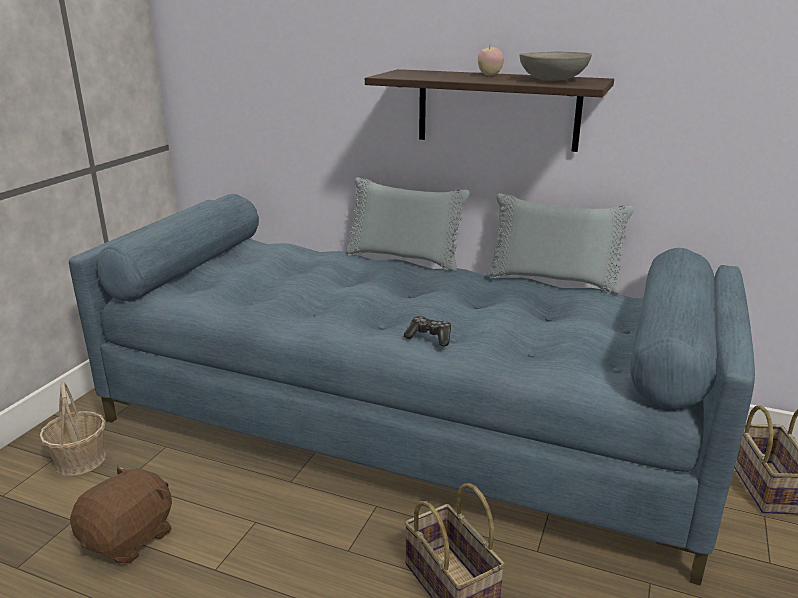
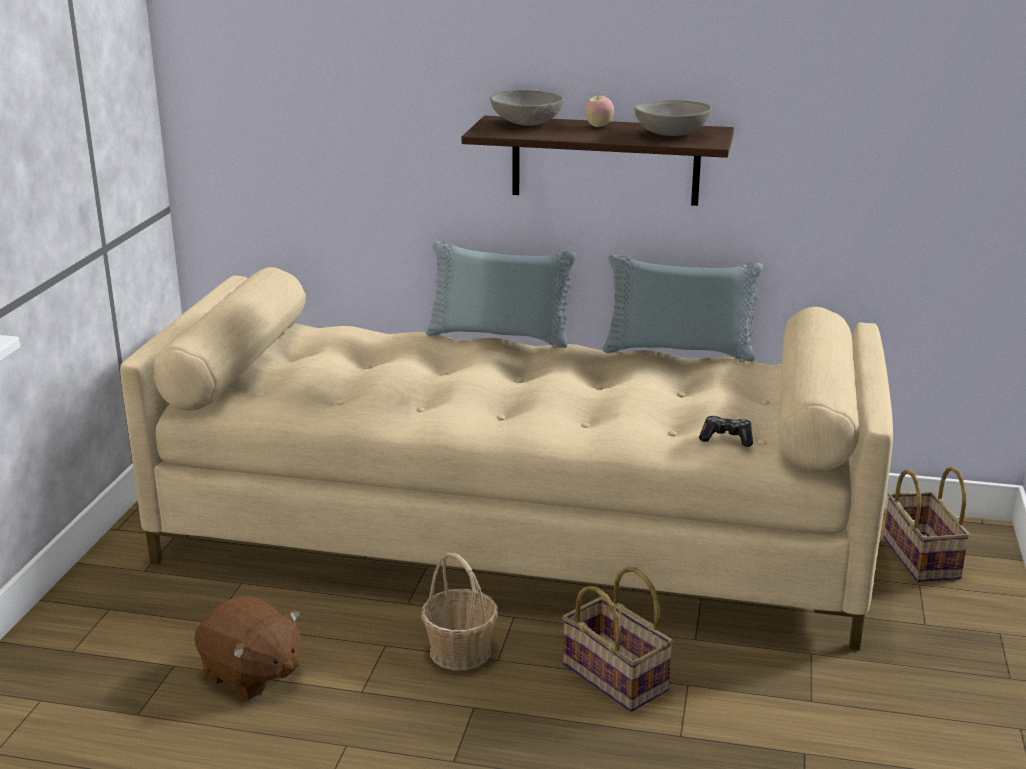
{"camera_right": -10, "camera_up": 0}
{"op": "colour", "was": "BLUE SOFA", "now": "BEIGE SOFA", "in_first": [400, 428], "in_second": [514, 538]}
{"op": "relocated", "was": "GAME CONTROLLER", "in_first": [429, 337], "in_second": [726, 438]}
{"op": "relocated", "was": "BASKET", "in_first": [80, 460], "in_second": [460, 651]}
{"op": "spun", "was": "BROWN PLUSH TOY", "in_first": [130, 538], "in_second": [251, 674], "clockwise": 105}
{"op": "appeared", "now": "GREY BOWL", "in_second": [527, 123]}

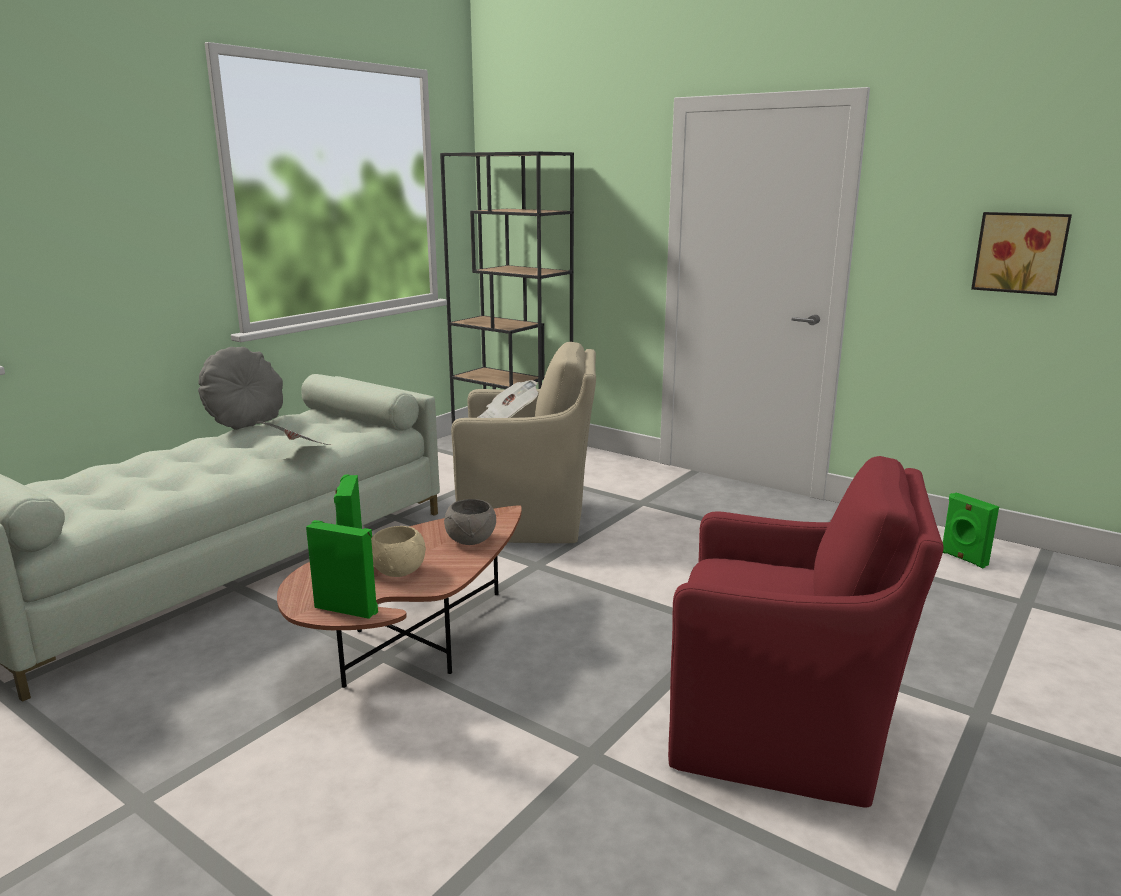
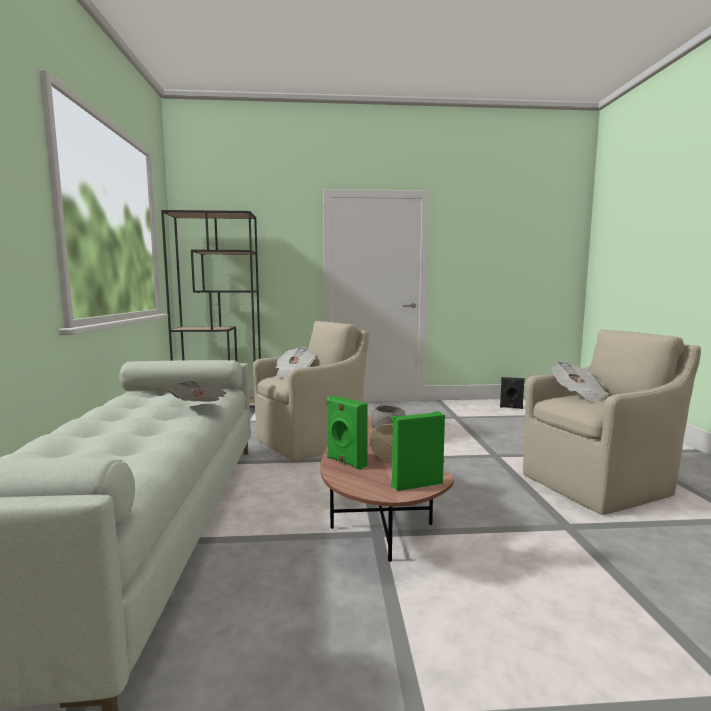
{"camera_right": -40, "camera_up": -10}
{"op": "missing", "was": "PICTURE", "in_first": [1020, 252]}
{"op": "missing", "was": "GREY PILLOW", "in_first": [246, 424]}
{"op": "colour", "was": "RED ARMCHAIR", "now": "BEIGE ARMCHAIR", "in_first": [782, 734], "in_second": [598, 484]}
{"op": "colour", "was": "GREEN SPEAKER", "now": "BLACK SPEAKER", "in_first": [963, 559], "in_second": [511, 407]}
{"op": "appeared", "now": "NEWSPAPER", "in_second": [578, 395]}

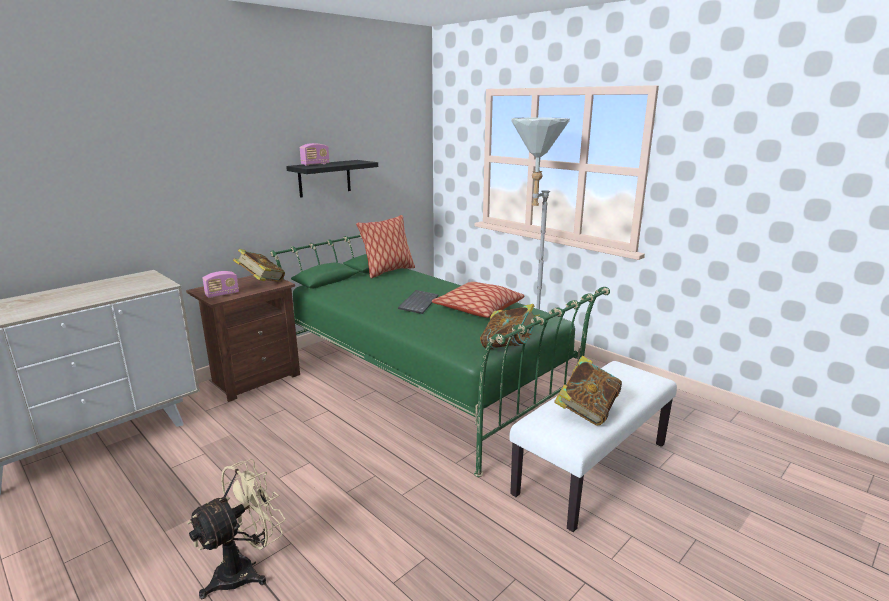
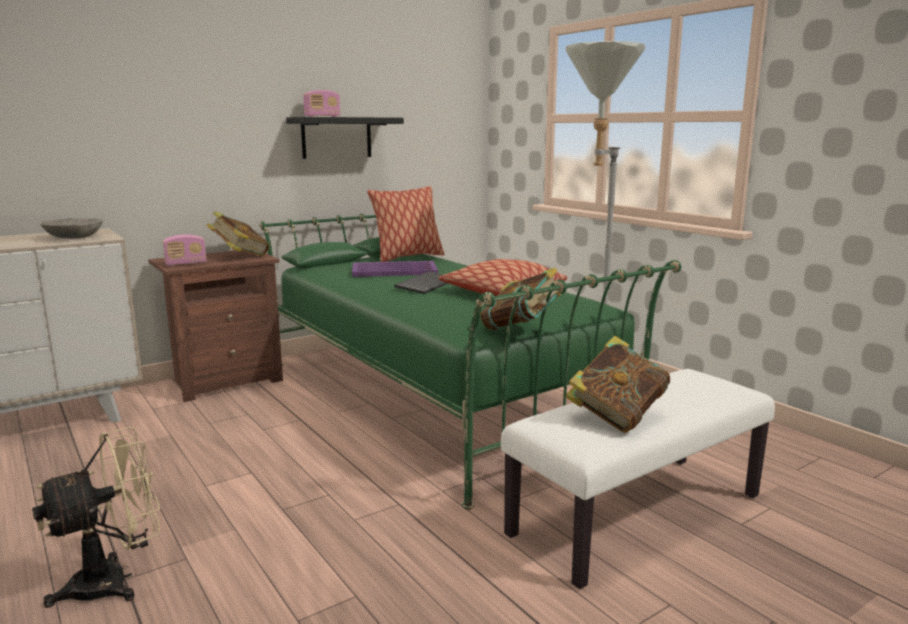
{"camera_right": 10, "camera_up": -5}
{"op": "appeared", "now": "GREY BOWL", "in_second": [73, 237]}
{"op": "appeared", "now": "PURPLE TRAY", "in_second": [395, 270]}

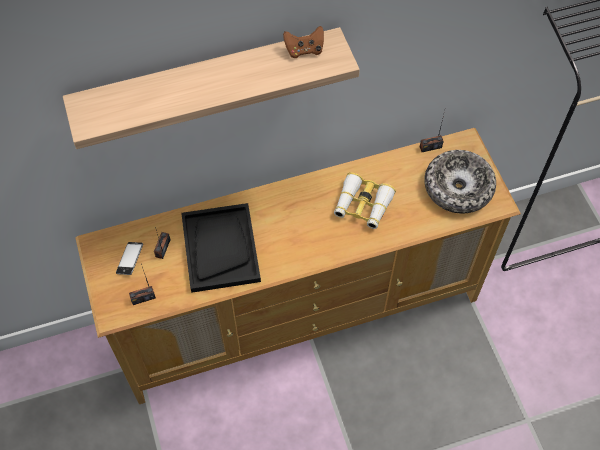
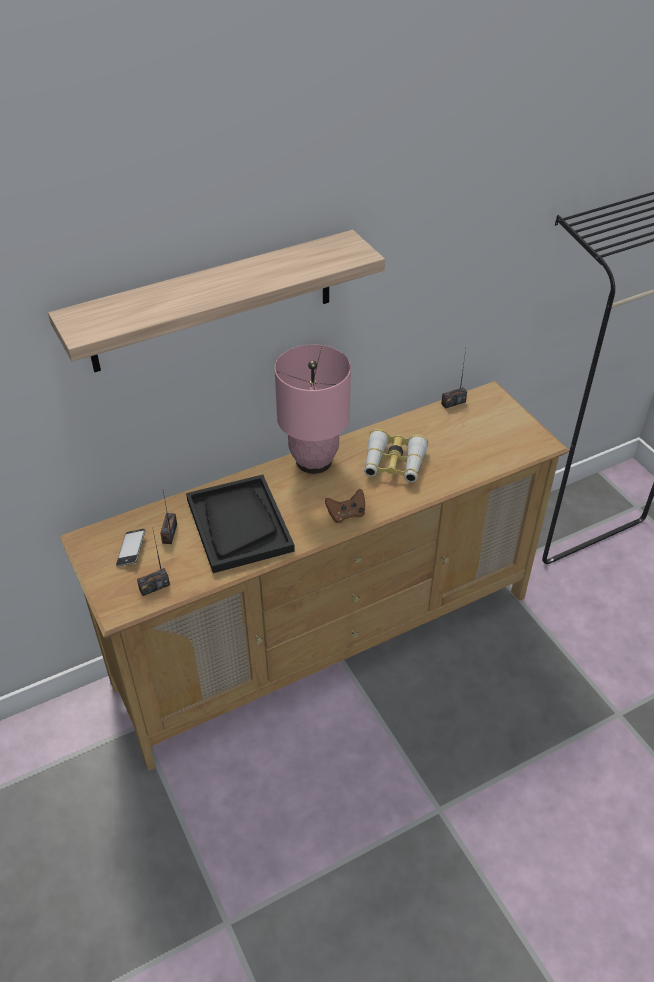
{"camera_right": -10, "camera_up": -15}
{"op": "relocated", "was": "BROWN GAME CONTROLLER", "in_first": [304, 50], "in_second": [346, 514]}
{"op": "missing", "was": "BOWL", "in_first": [458, 187]}
{"op": "appeared", "now": "PINK TABLE LAMP", "in_second": [313, 461]}

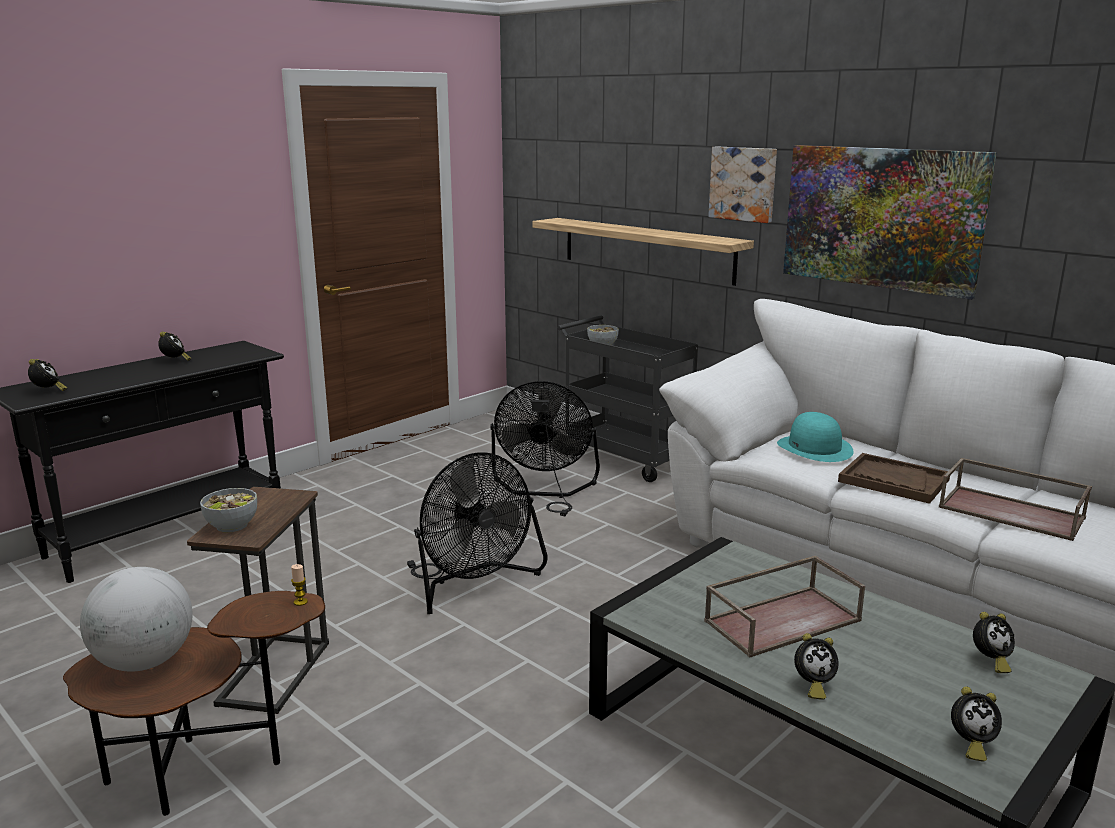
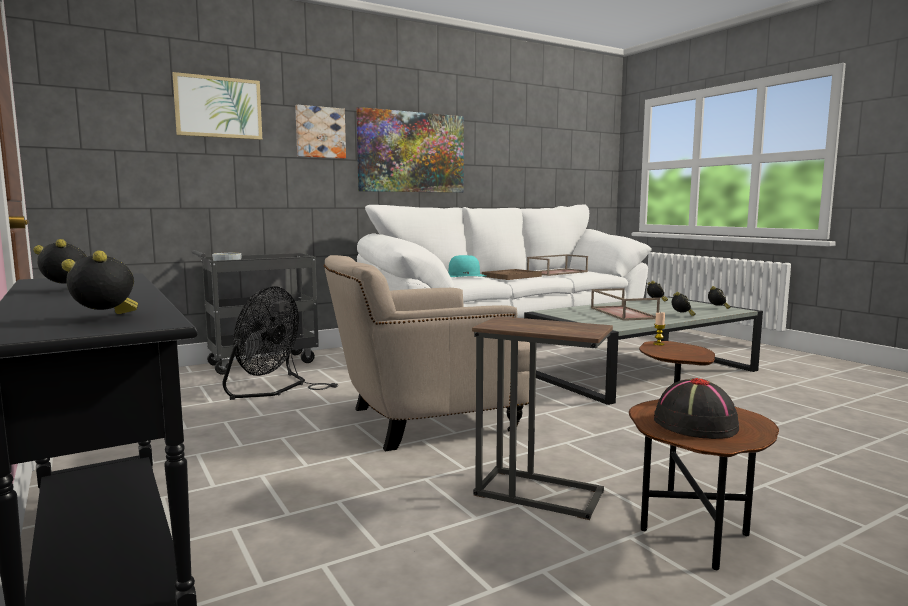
{"camera_right": -75, "camera_up": -10}
{"op": "missing", "was": "SHELF", "in_first": [646, 249]}
{"op": "exchanged", "was": "BLACK FAN", "now": "BEIGE ARMCHAIR", "in_first": [468, 584], "in_second": [424, 420]}
{"op": "missing", "was": "BOWL", "in_first": [232, 526]}
{"op": "exchanged", "was": "GLOBE", "now": "BLACK HAT", "in_first": [145, 662], "in_second": [694, 424]}
{"op": "appeared", "now": "PICTURE", "in_second": [218, 107]}

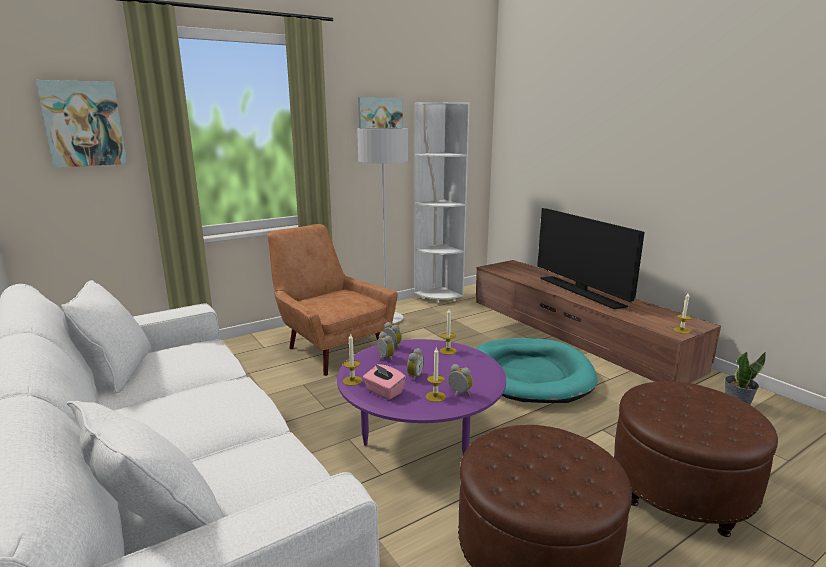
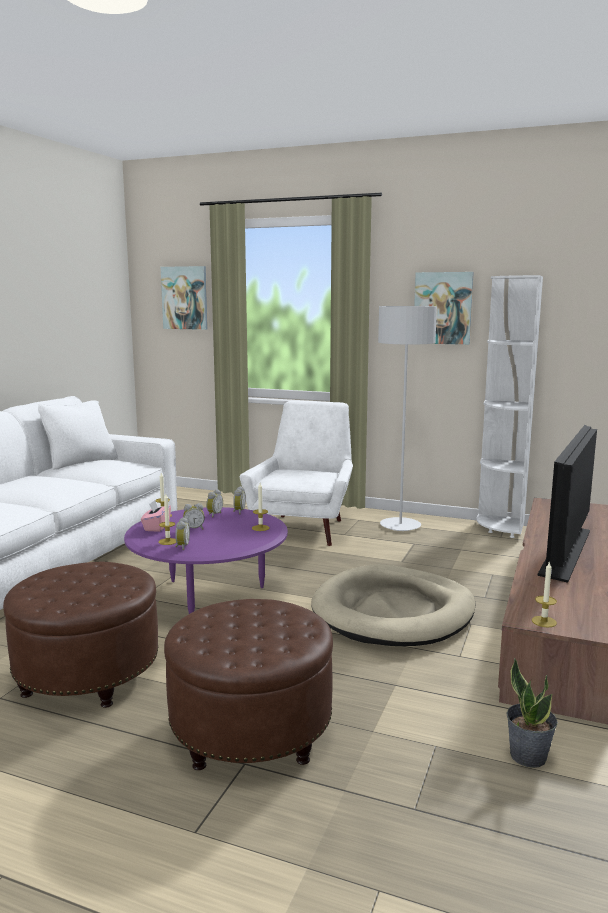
{"camera_right": 55, "camera_up": -5}
{"op": "colour", "was": "BROWN ARMCHAIR", "now": "WHITE ARMCHAIR", "in_first": [329, 348], "in_second": [304, 526]}
{"op": "colour", "was": "TURQUOISE DOG BED", "now": "BEIGE DOG BED", "in_first": [530, 374], "in_second": [393, 612]}

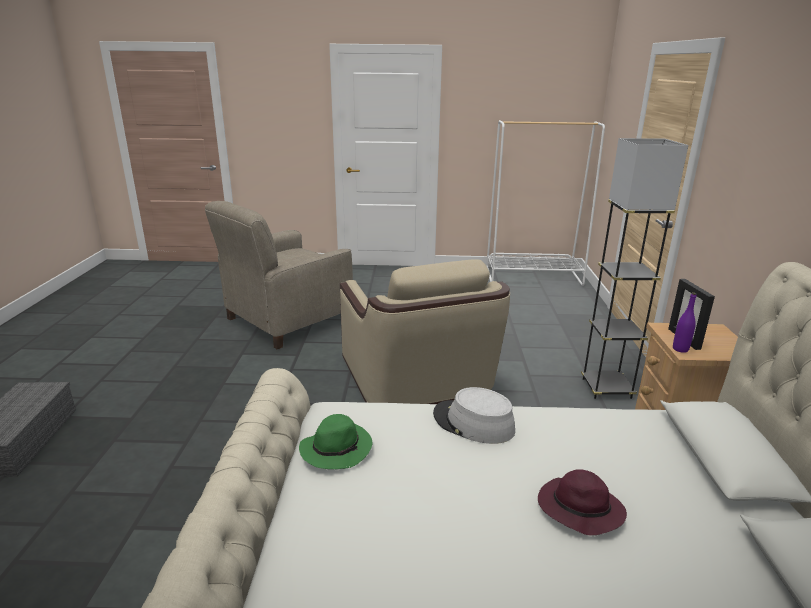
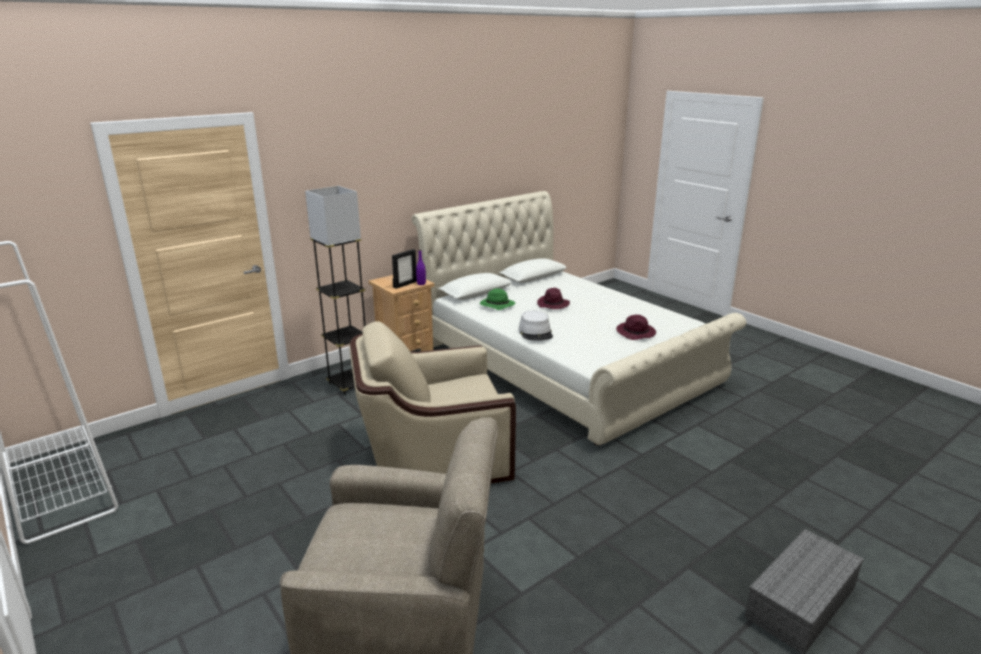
{"camera_right": -130, "camera_up": 0}
{"op": "spun", "was": "BEIGE ARMCHAIR", "in_first": [417, 380], "in_second": [431, 455], "clockwise": -135}
{"op": "relocated", "was": "GREEN HAT", "in_first": [337, 448], "in_second": [496, 305]}
{"op": "appeared", "now": "PURPLE HAT", "in_second": [636, 333]}

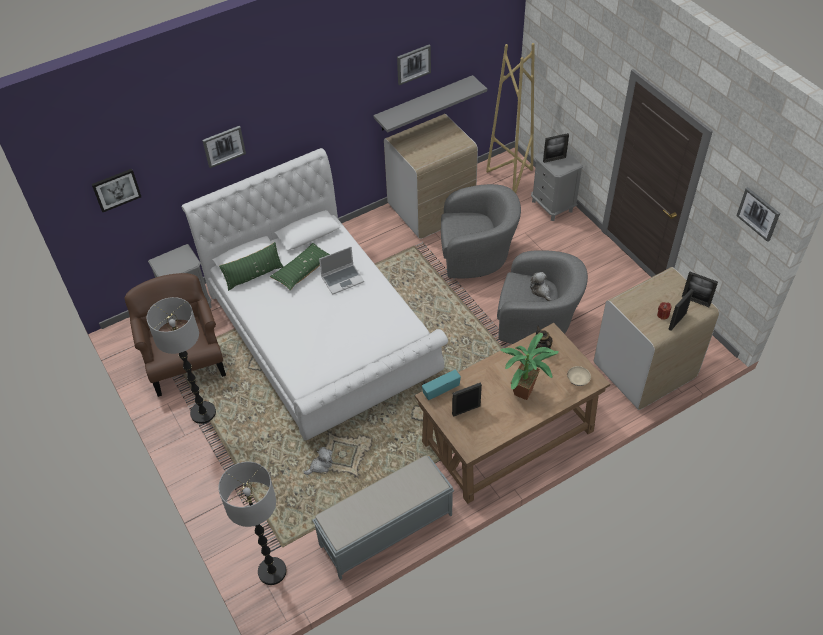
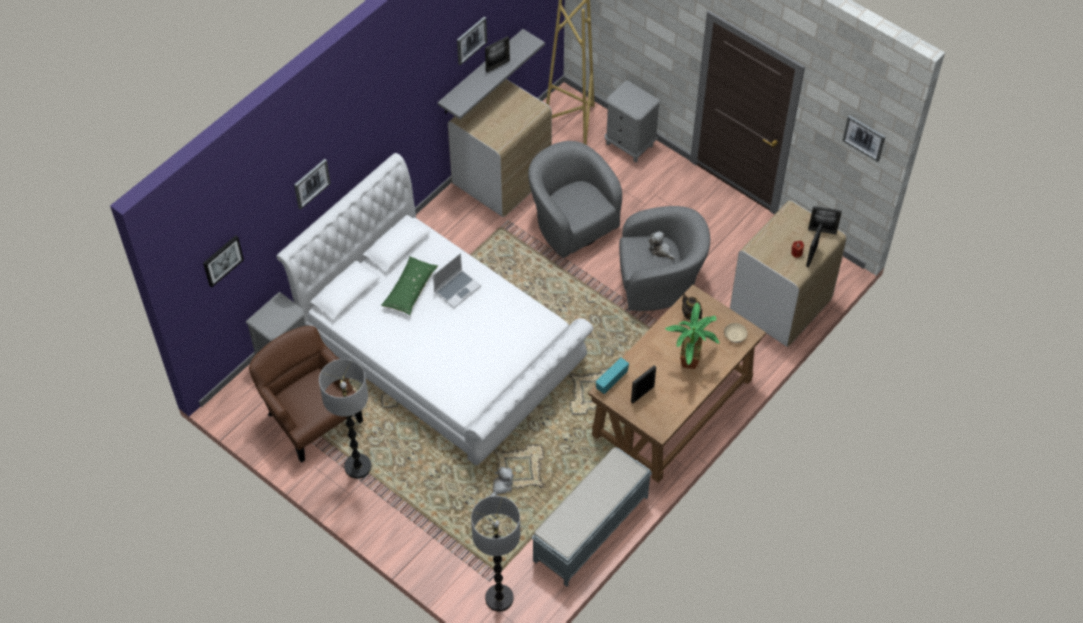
{"camera_right": -20, "camera_up": 5}
{"op": "relocated", "was": "PICTURE FRAME", "in_first": [554, 159], "in_second": [497, 66]}
{"op": "spun", "was": "GREY ARMCHAIR", "in_first": [477, 256], "in_second": [571, 223], "clockwise": -105}
{"op": "missing", "was": "GREEN PILLOW", "in_first": [254, 275]}

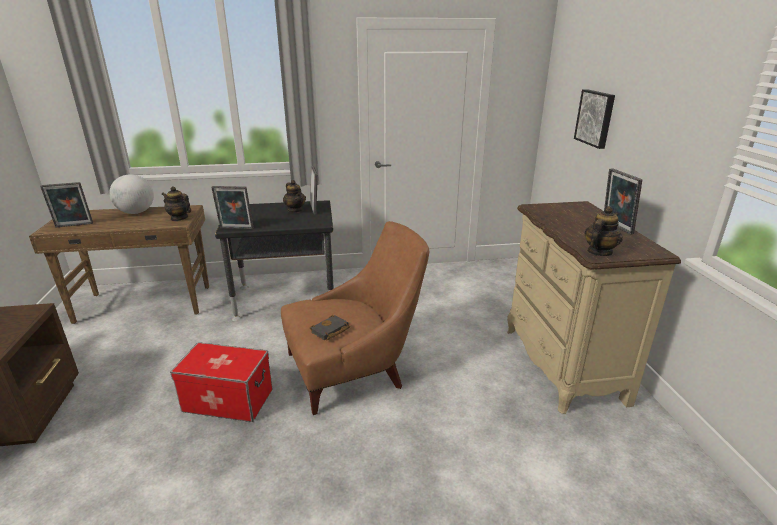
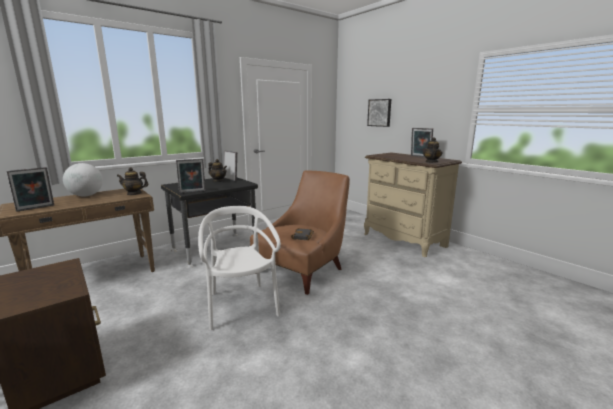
{"camera_right": -30, "camera_up": -10}
{"op": "exchanged", "was": "STORAGE BOX", "now": "WHITE CHAIR", "in_first": [228, 400], "in_second": [241, 305]}

